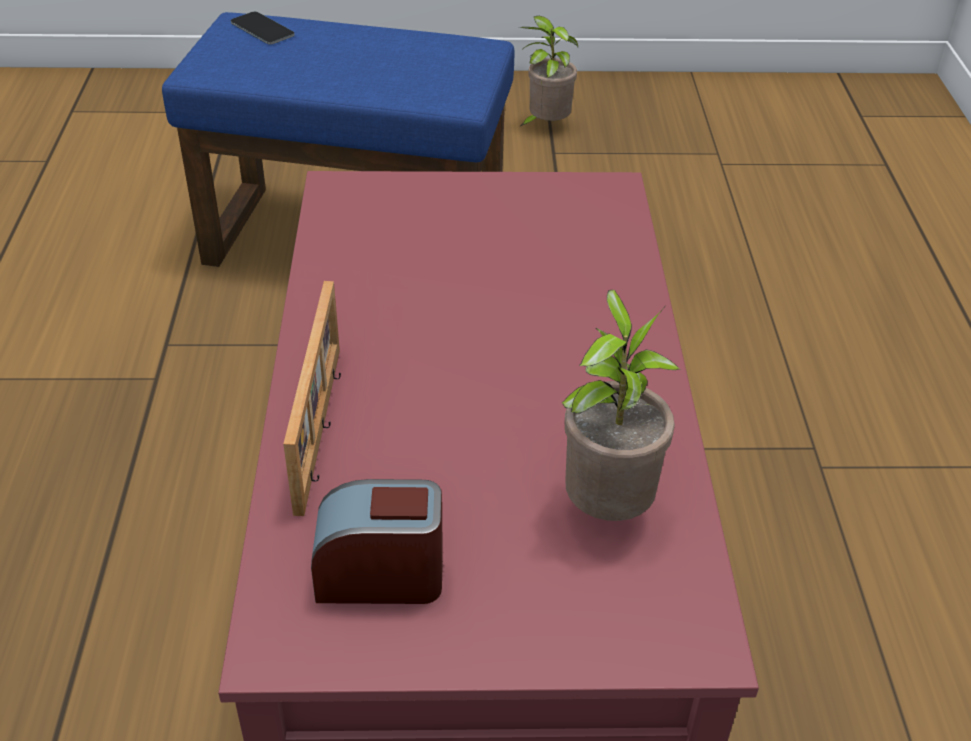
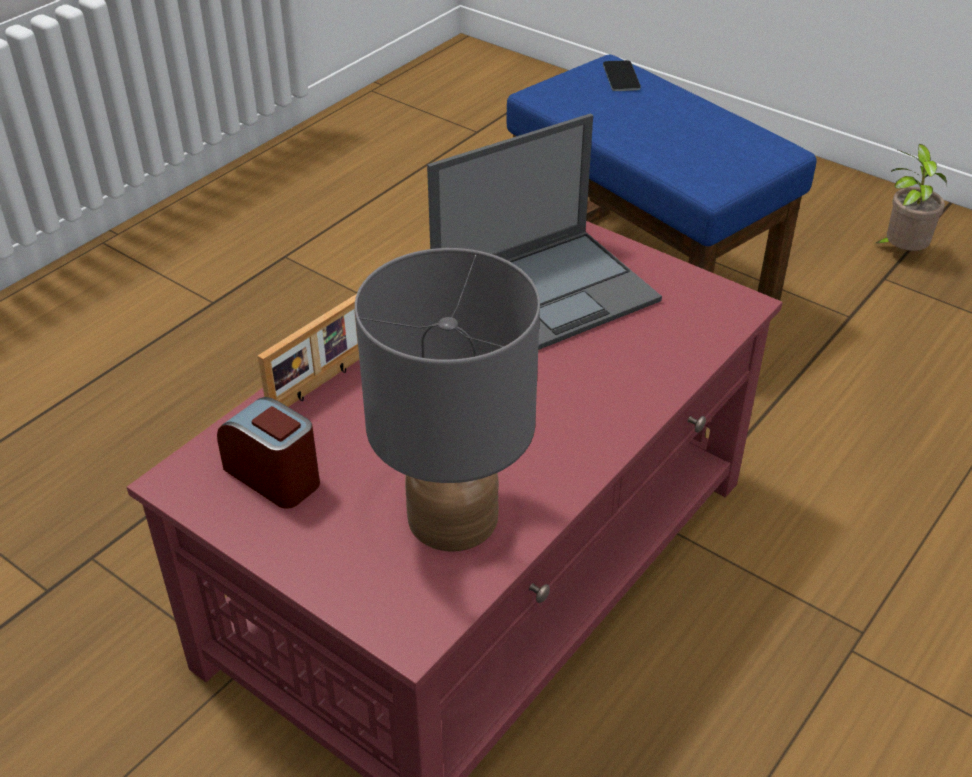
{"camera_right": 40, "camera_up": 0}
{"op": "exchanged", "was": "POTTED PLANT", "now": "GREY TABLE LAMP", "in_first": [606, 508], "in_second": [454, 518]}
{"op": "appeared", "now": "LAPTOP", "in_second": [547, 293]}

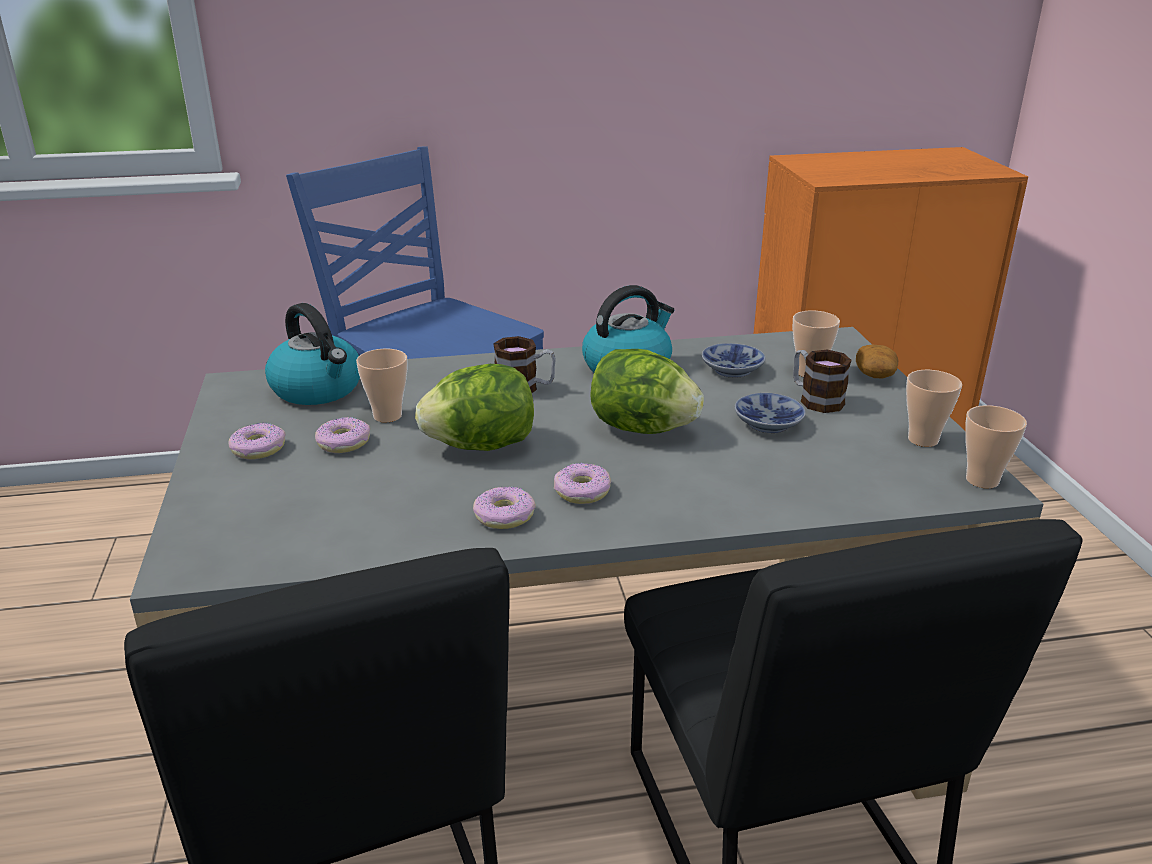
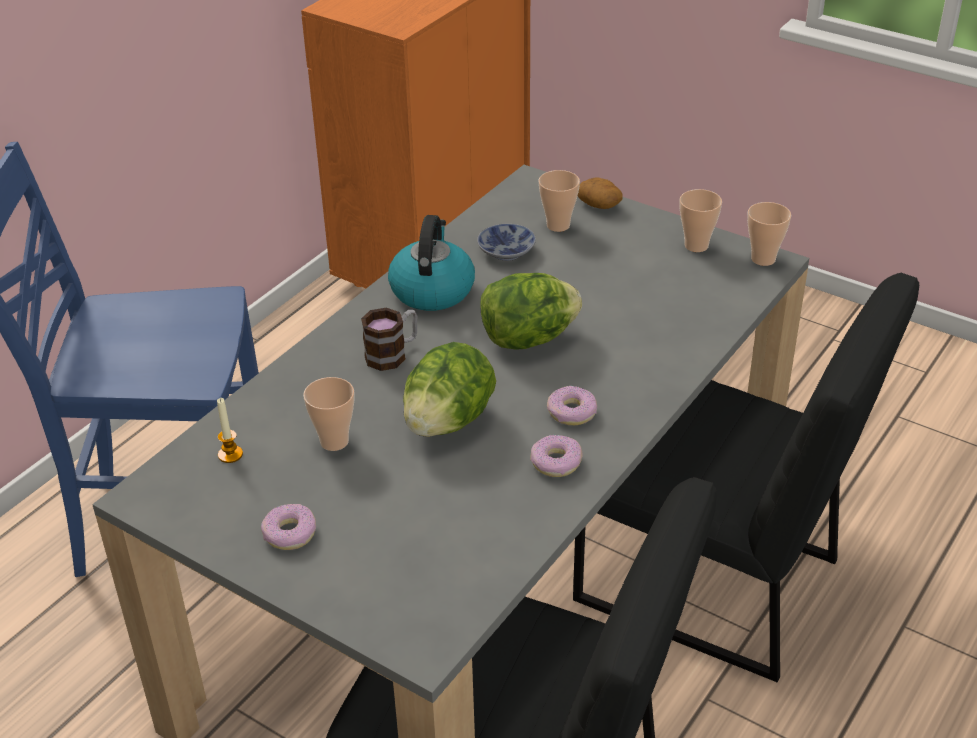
{"camera_right": -45, "camera_up": 10}
{"op": "exchanged", "was": "KETTLE", "now": "CANDLE", "in_first": [318, 389], "in_second": [230, 454]}
{"op": "missing", "was": "MUG", "in_first": [815, 399]}
{"op": "missing", "was": "BOWL", "in_first": [768, 425]}
{"op": "missing", "was": "DONUT", "in_first": [343, 443]}

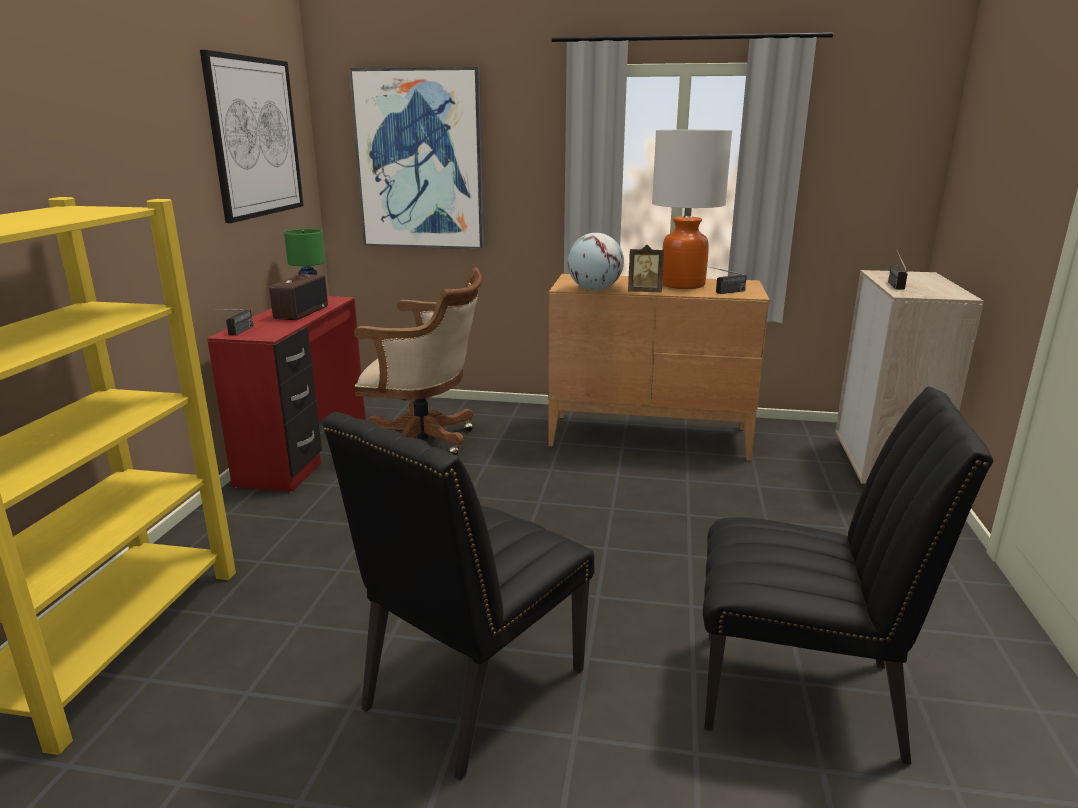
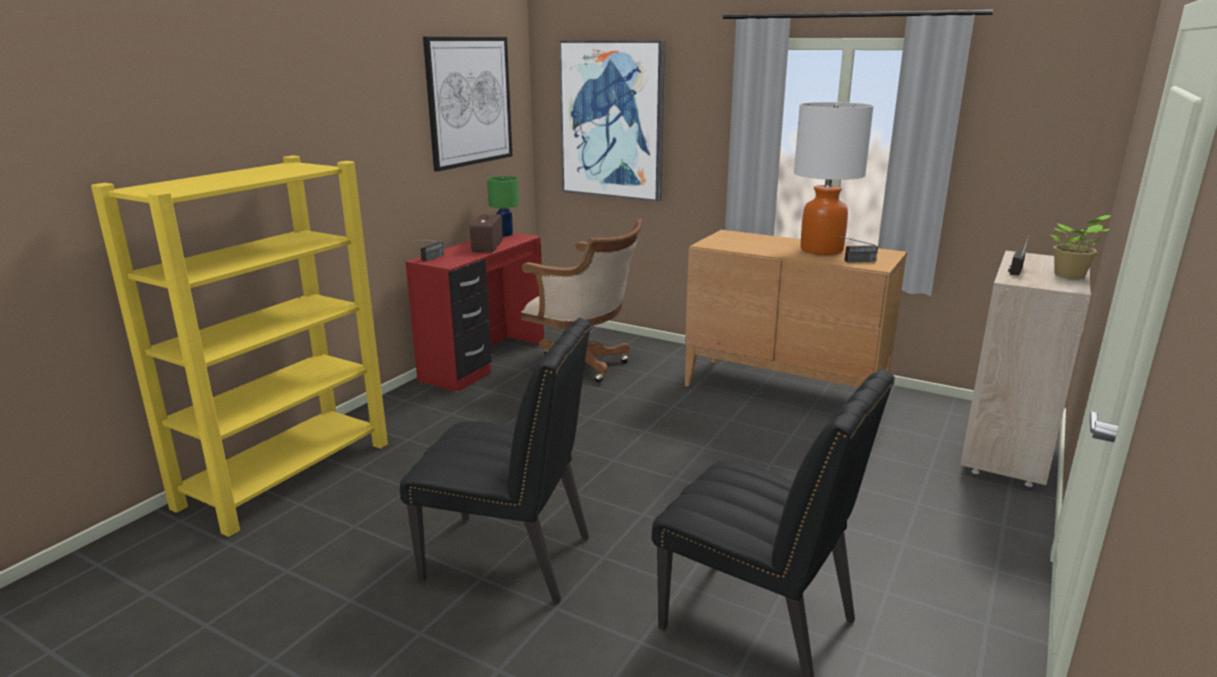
{"camera_right": 20, "camera_up": 0}
{"op": "missing", "was": "GLOBE", "in_first": [594, 289]}
{"op": "missing", "was": "PICTURE FRAME", "in_first": [644, 292]}
{"op": "spun", "was": "RADIO", "in_first": [301, 312], "in_second": [488, 246], "clockwise": 150}
{"op": "spun", "was": "BLACK CHAIR", "in_first": [475, 687], "in_second": [506, 558], "clockwise": -135}
{"op": "appeared", "now": "POTTED PLANT", "in_second": [1070, 276]}

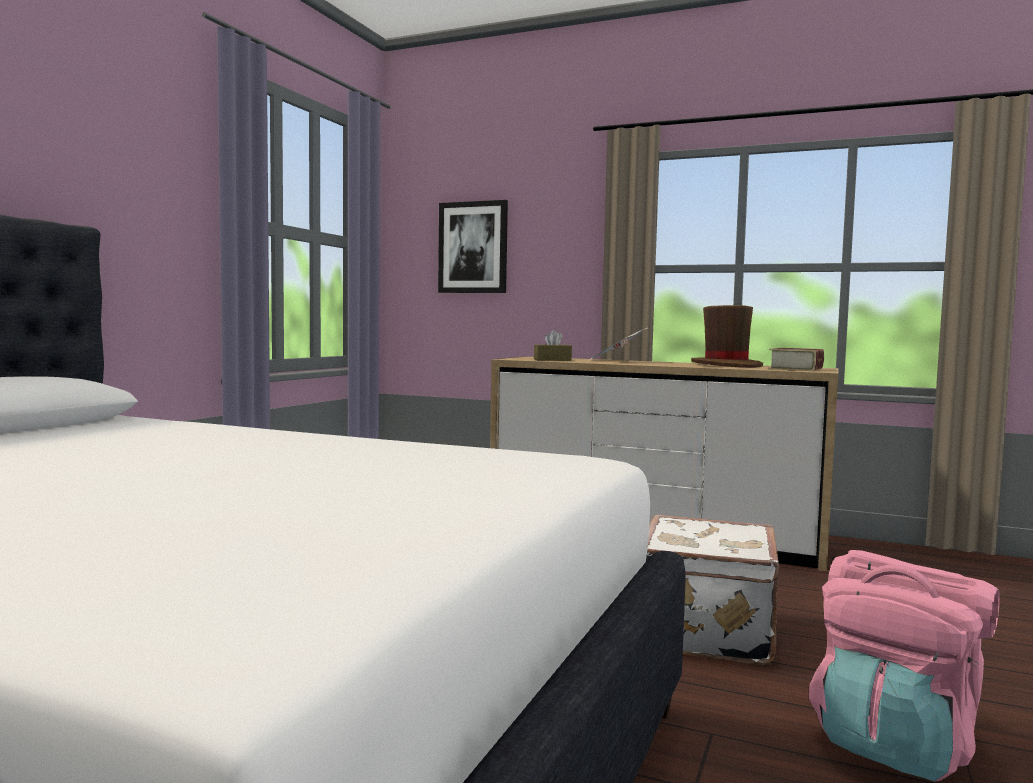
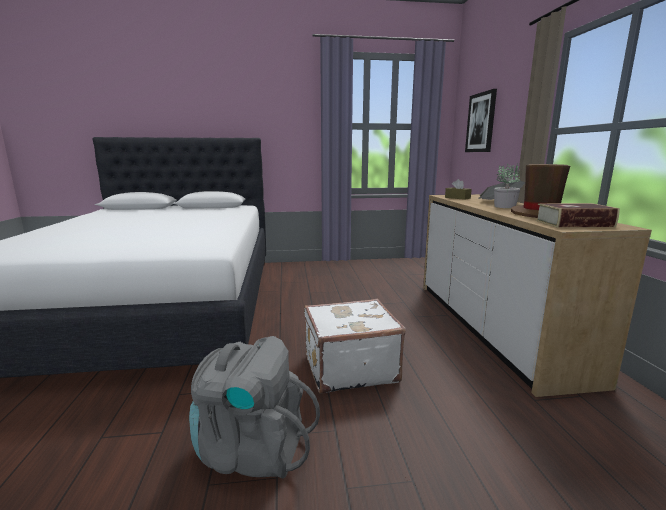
{"camera_right": 60, "camera_up": 10}
{"op": "colour", "was": "PINK BACKPACK", "now": "GREY BACKPACK", "in_first": [896, 743], "in_second": [252, 450]}
{"op": "appeared", "now": "POTTED PLANT", "in_second": [504, 206]}

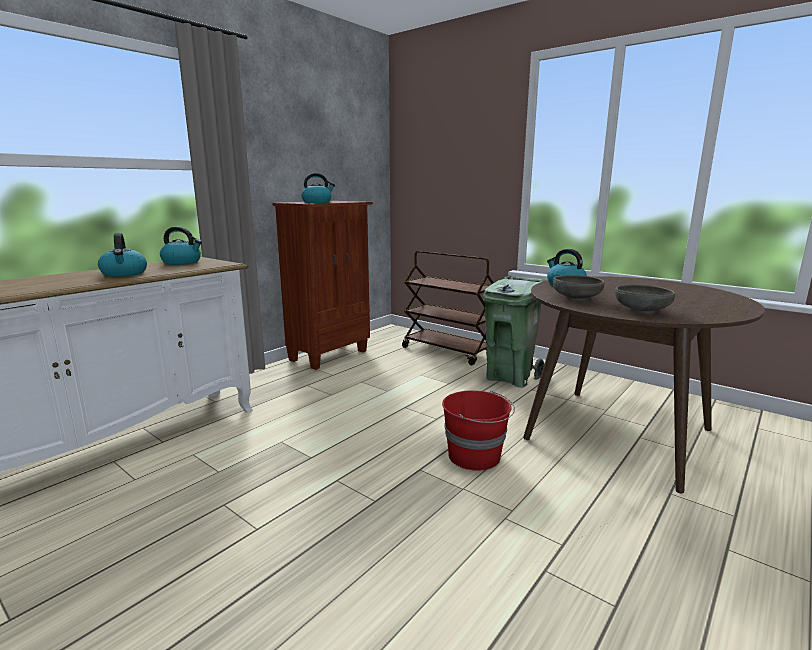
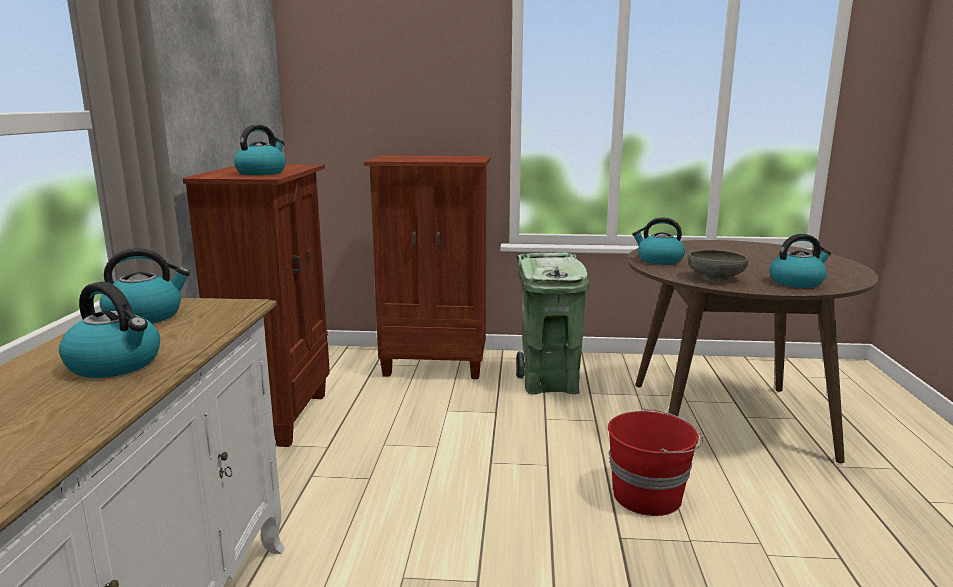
{"camera_right": -35, "camera_up": 0}
{"op": "exchanged", "was": "BROWN CART", "now": "BROWN CABINET", "in_first": [447, 351], "in_second": [434, 368]}
{"op": "exchanged", "was": "GREY BOWL", "now": "KETTLE", "in_first": [641, 310], "in_second": [797, 282]}

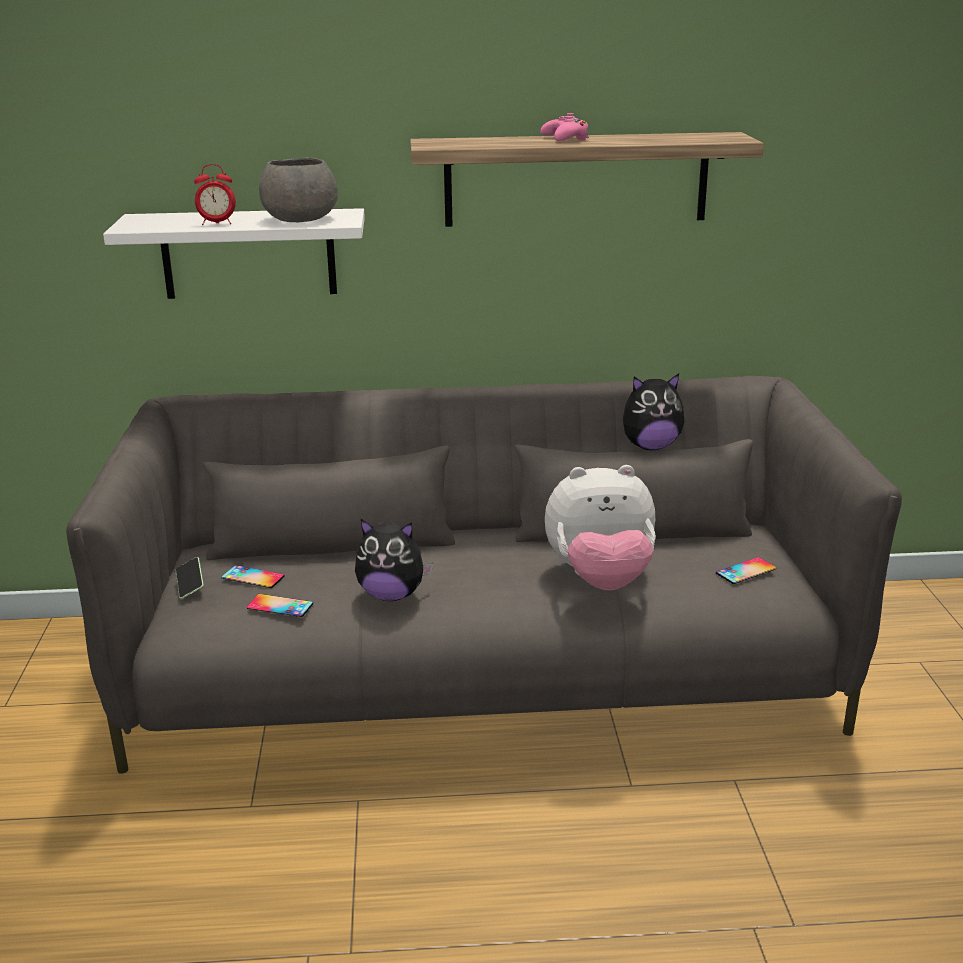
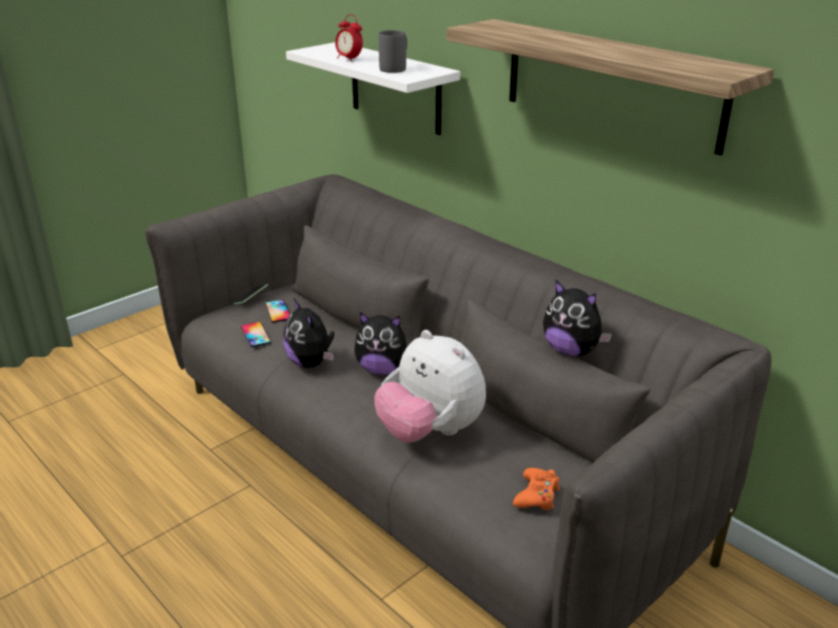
{"camera_right": 50, "camera_up": 5}
{"op": "missing", "was": "PINK GAME CONTROLLER", "in_first": [565, 139]}
{"op": "exchanged", "was": "GREY BOWL", "now": "GREY MUG", "in_first": [299, 219], "in_second": [396, 68]}
{"op": "exchanged", "was": "PHONE", "now": "ORANGE GAME CONTROLLER", "in_first": [746, 571], "in_second": [537, 495]}
{"op": "appeared", "now": "PLUSH TOY", "in_second": [382, 369]}

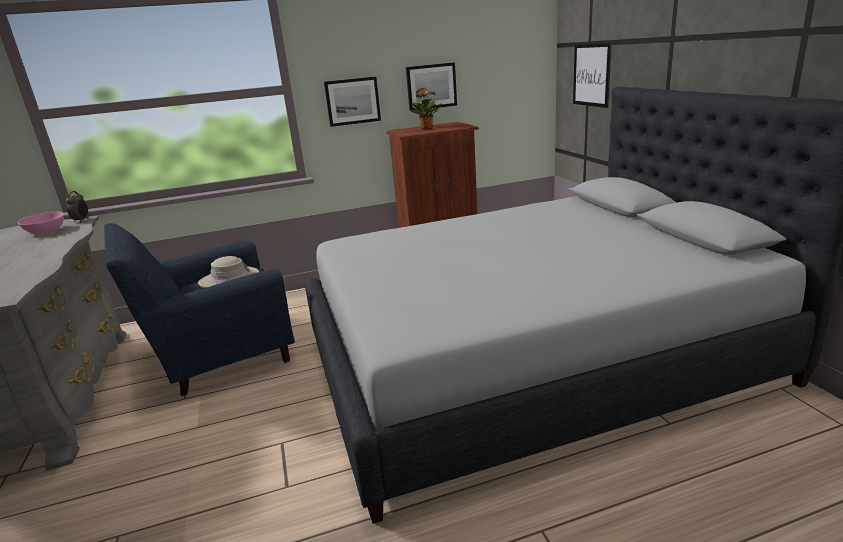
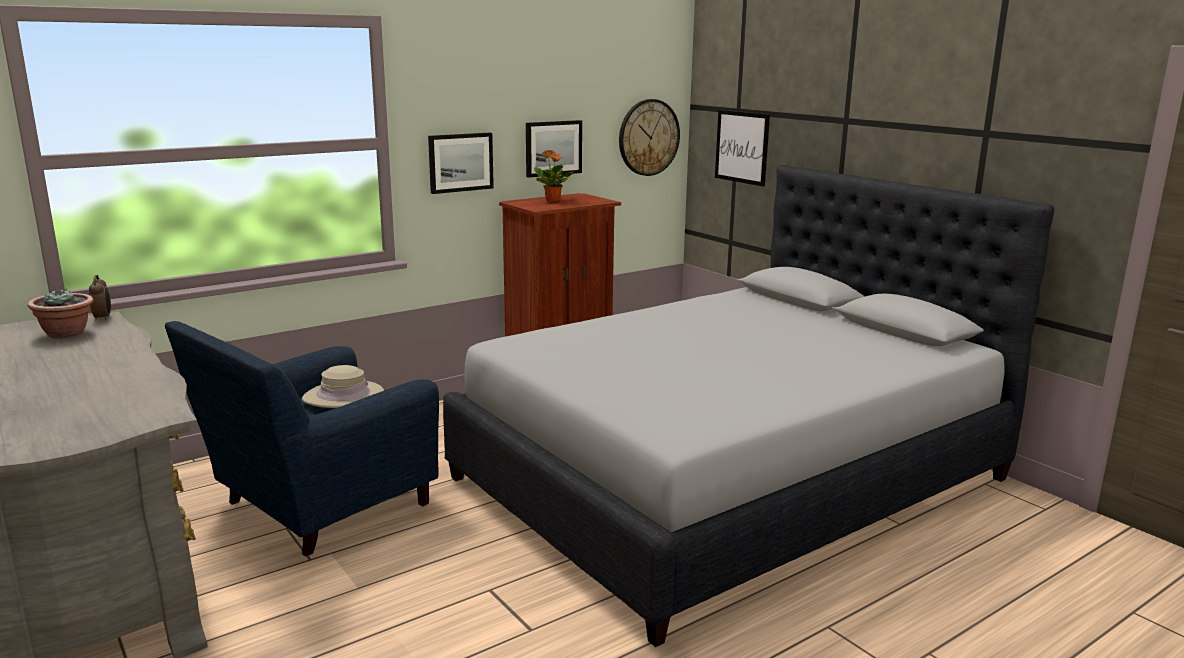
{"camera_right": -20, "camera_up": -5}
{"op": "exchanged", "was": "PINK BOWL", "now": "POTTED PLANT", "in_first": [46, 231], "in_second": [66, 334]}
{"op": "appeared", "now": "WALL CLOCK", "in_second": [648, 137]}

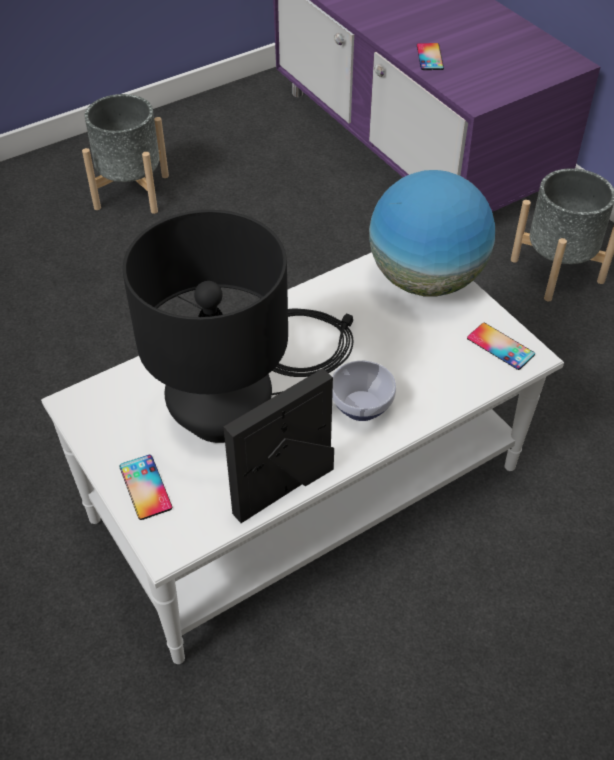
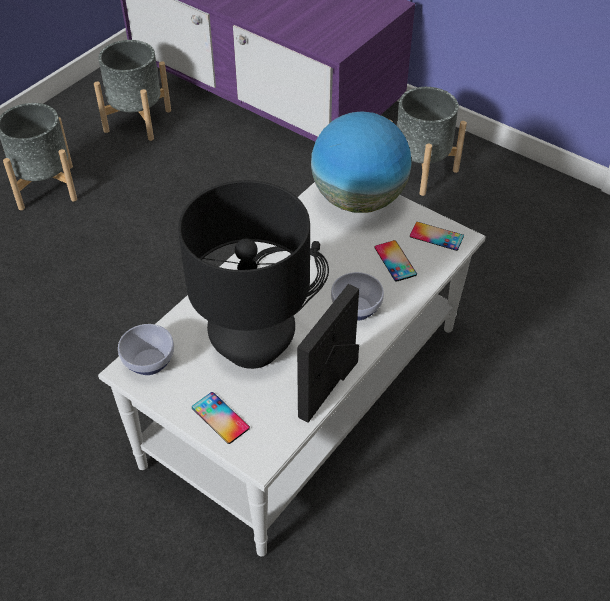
{"camera_right": -20, "camera_up": 0}
{"op": "relocated", "was": "PHONE", "in_first": [430, 57], "in_second": [395, 261]}
{"op": "appeared", "now": "GREY PLANTER", "in_second": [137, 120]}
{"op": "appeared", "now": "BOWL", "in_second": [147, 362]}

